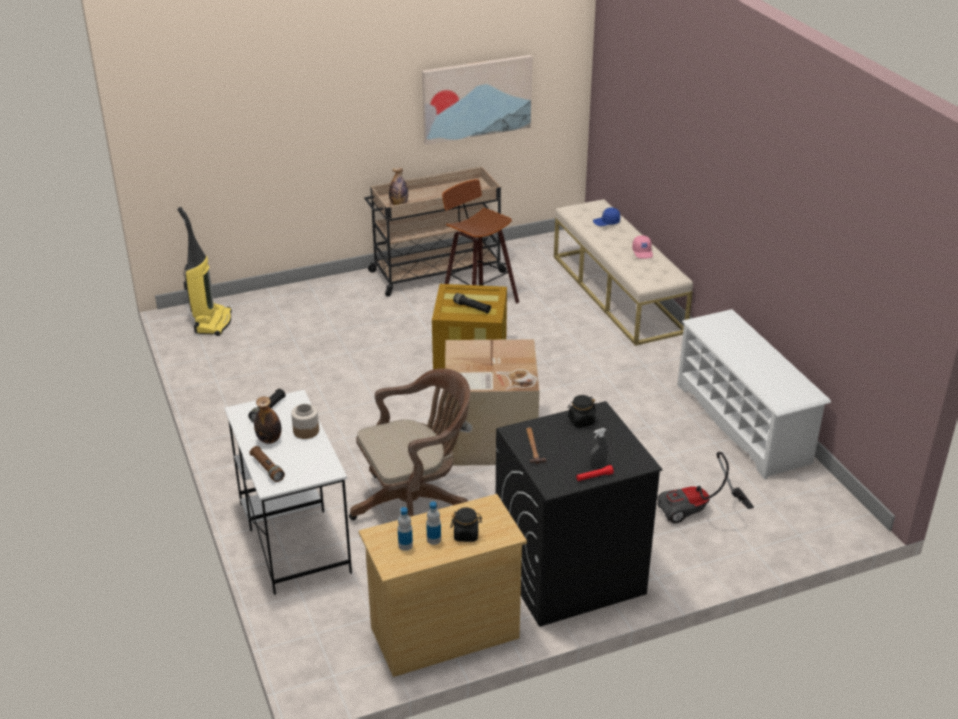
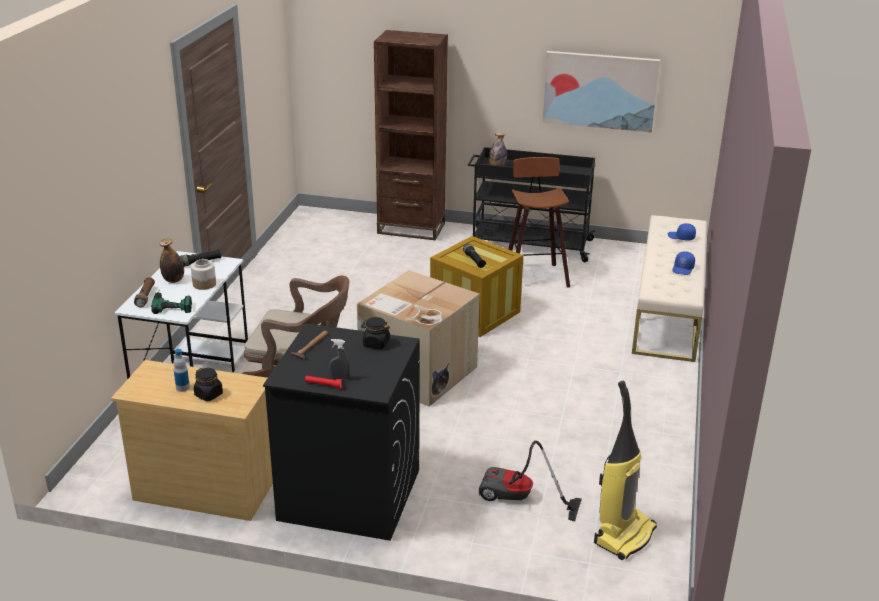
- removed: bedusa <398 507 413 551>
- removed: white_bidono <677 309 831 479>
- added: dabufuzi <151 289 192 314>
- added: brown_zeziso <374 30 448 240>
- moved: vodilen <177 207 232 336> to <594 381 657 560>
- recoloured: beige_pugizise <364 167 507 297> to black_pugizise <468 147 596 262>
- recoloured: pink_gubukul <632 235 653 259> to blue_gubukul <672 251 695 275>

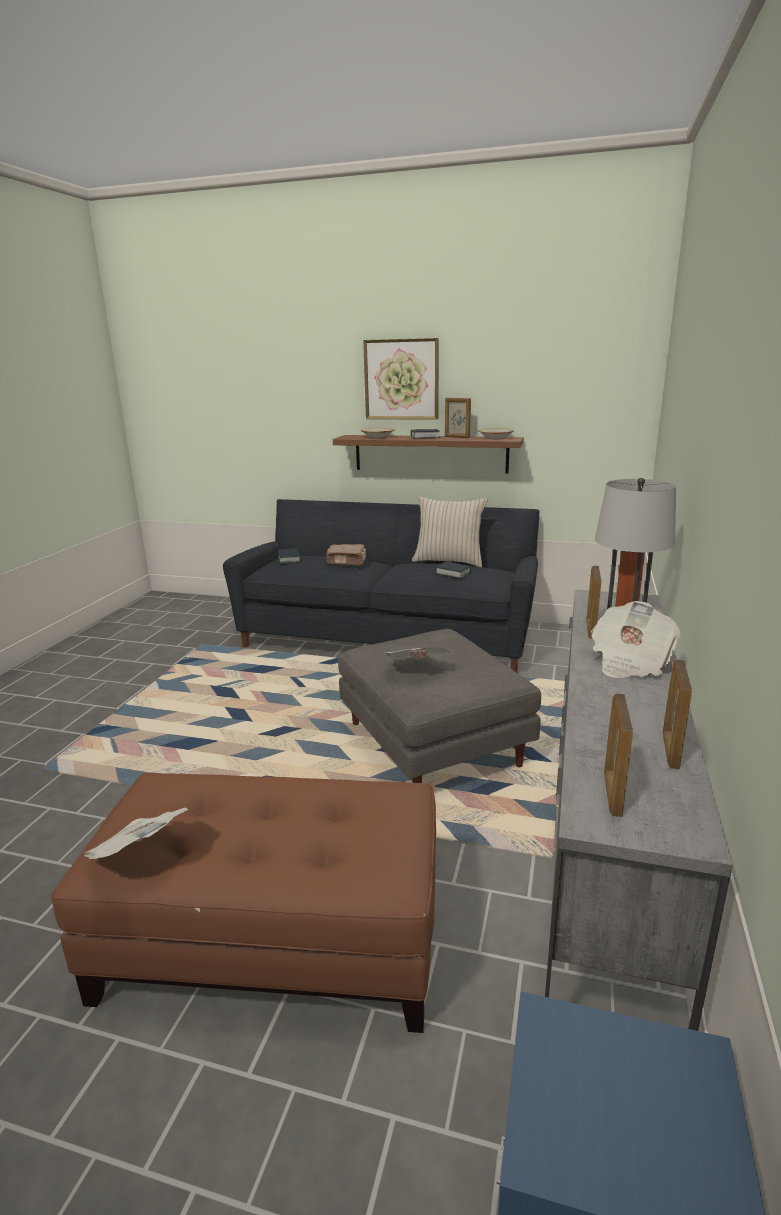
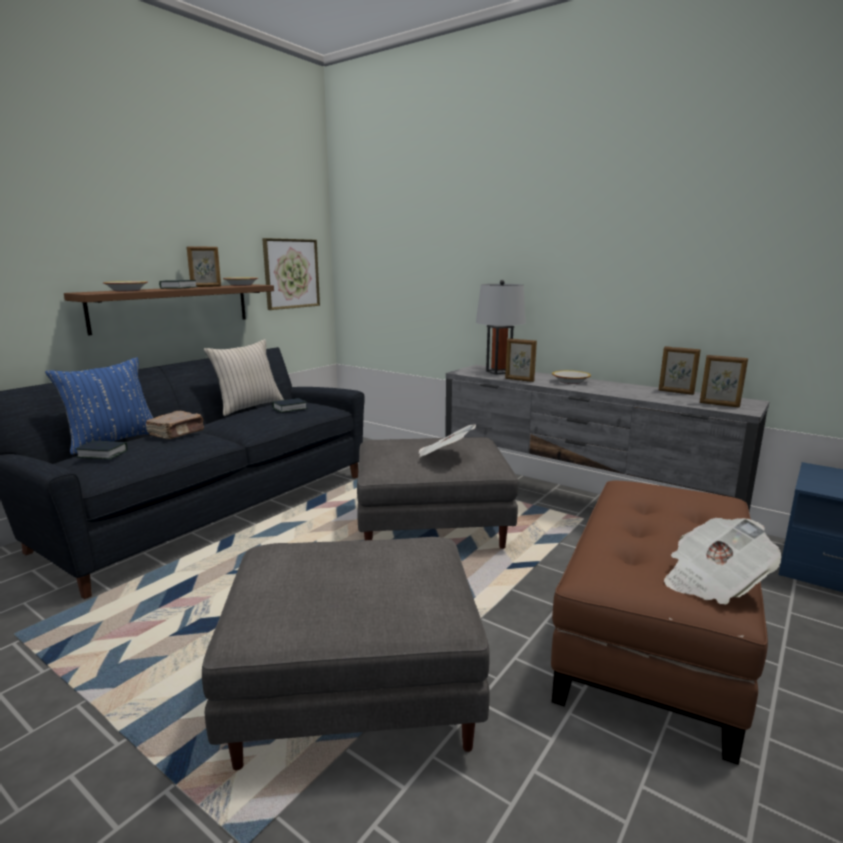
- added: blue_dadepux <45 357 154 455>
- added: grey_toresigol <202 537 490 770>
- moved: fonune <363 338 439 420> to <262 238 320 310>
- replaced: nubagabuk <591 601 681 678> to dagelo <552 370 591 384>

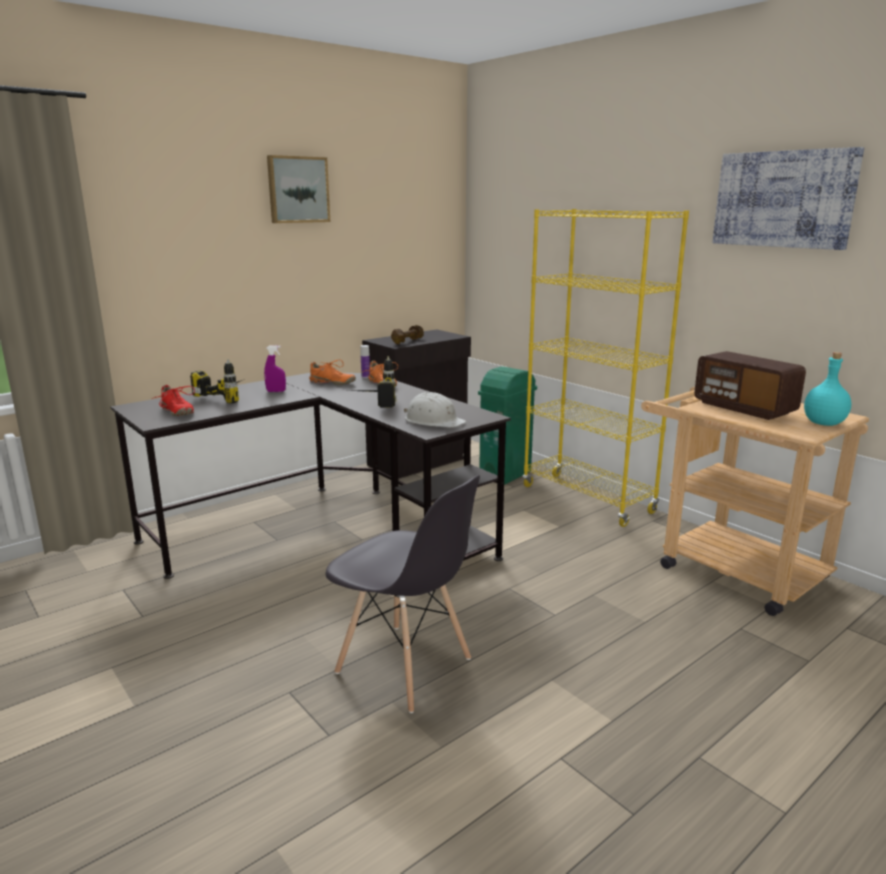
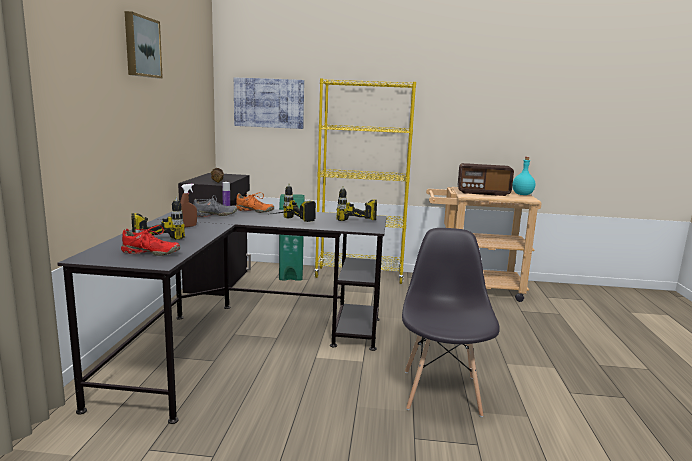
- moved: fonune <712 147 864 250> to <234 77 304 129>
- replaced: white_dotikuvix <404 392 466 428> to dabufuzi <336 186 377 221>
- recoloured: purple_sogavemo <264 345 286 392> to brown_sogavemo <180 184 197 228>
- recoloured: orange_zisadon <309 359 356 385> to grey_zisadon <193 195 237 217>
- turned: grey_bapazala <325 475 480 713> = <402 228 500 417> 75 degrees counterclockwise

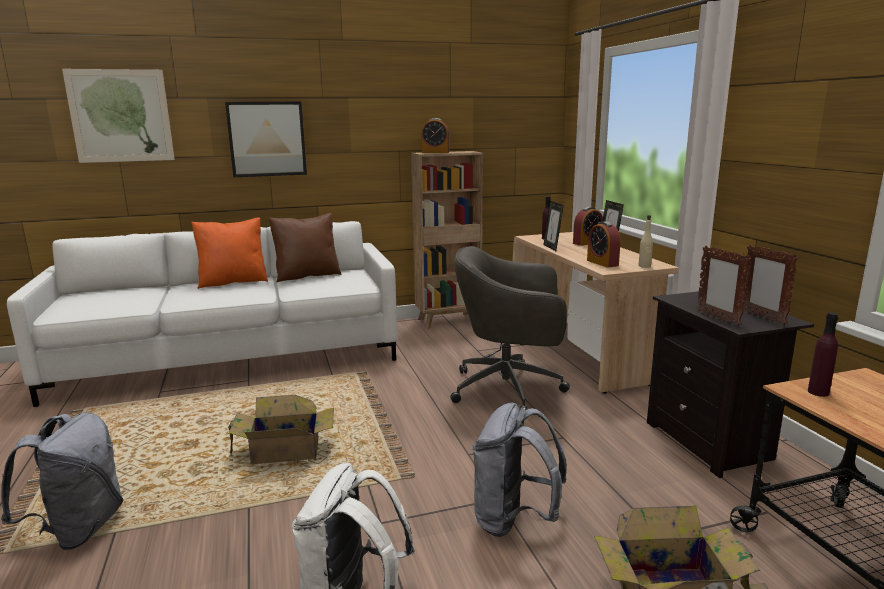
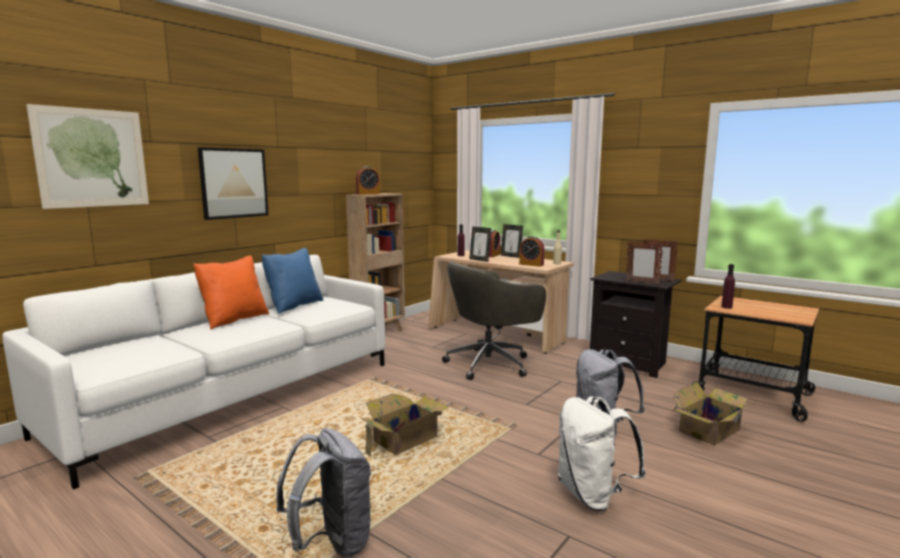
- recoloured: brown_dadepux <269 213 342 282> to blue_dadepux <262 248 323 314>

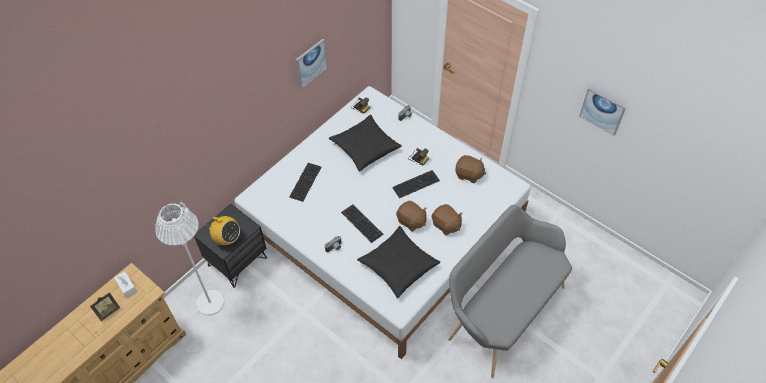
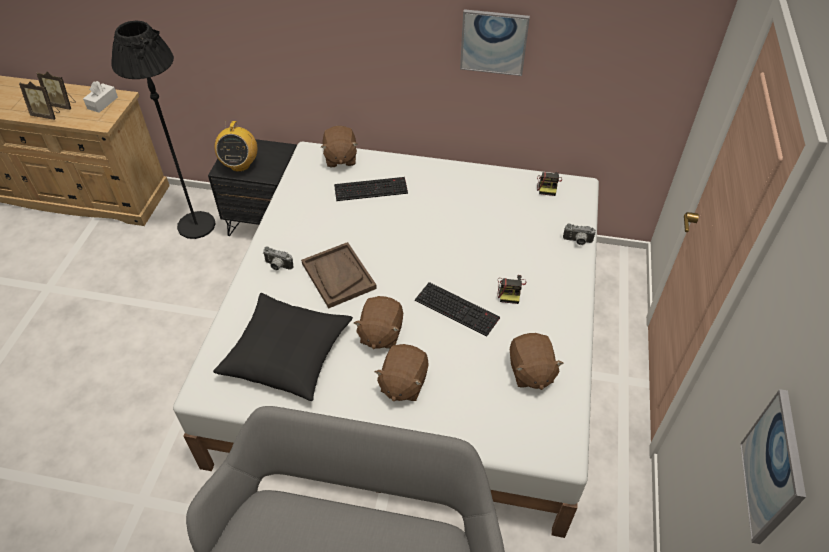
- removed: black_dadepux <329 115 401 171>
- added: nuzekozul <19 82 60 120>
- added: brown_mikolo <321 126 358 167>
- replaced: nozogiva <341 204 384 243> to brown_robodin <301 242 377 308>
- recoloured: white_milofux <155 201 224 315> to black_milofux <111 20 215 239>

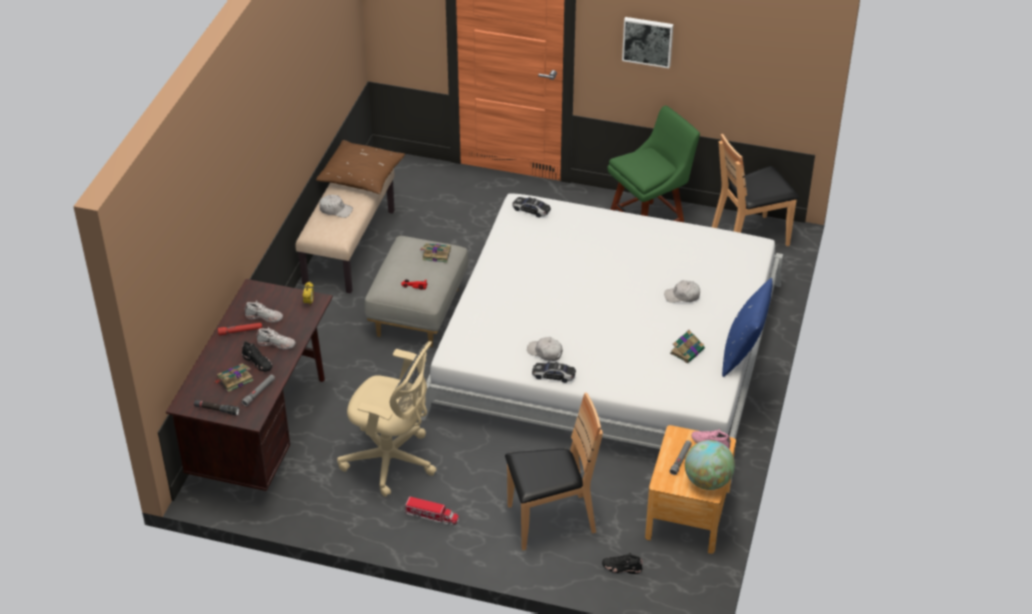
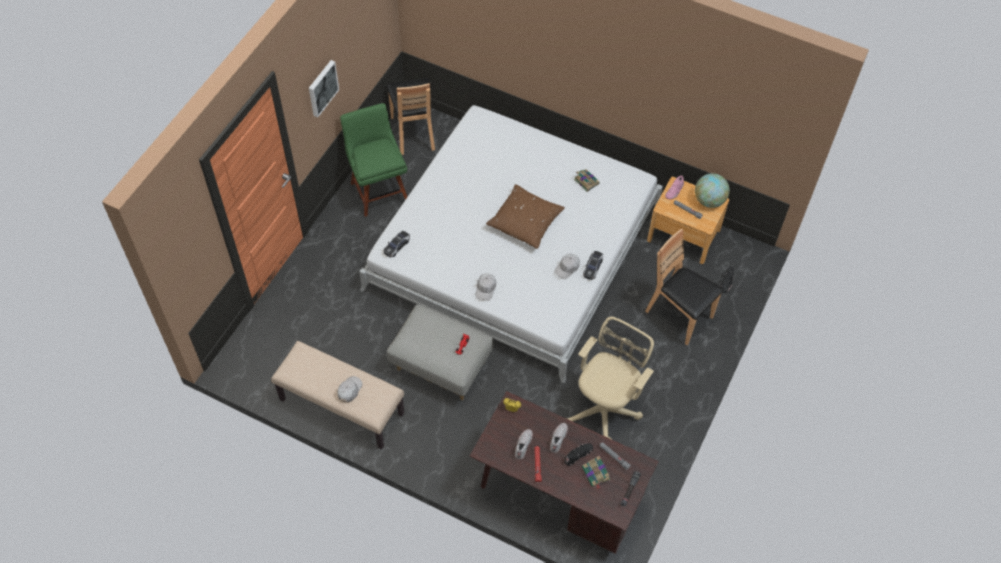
- removed: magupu <404 496 459 526>
- removed: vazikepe <420 243 451 263>
- removed: blue_dadepux <722 278 772 377>
- moved: brown_dadepux <316 140 405 194> to <486 184 565 249>
- moved: white_gubukul <664 280 700 303> to <476 273 496 301>
- turned: brown_bapazala <505 393 603 550> = <645 229 724 345> 45 degrees counterclockwise

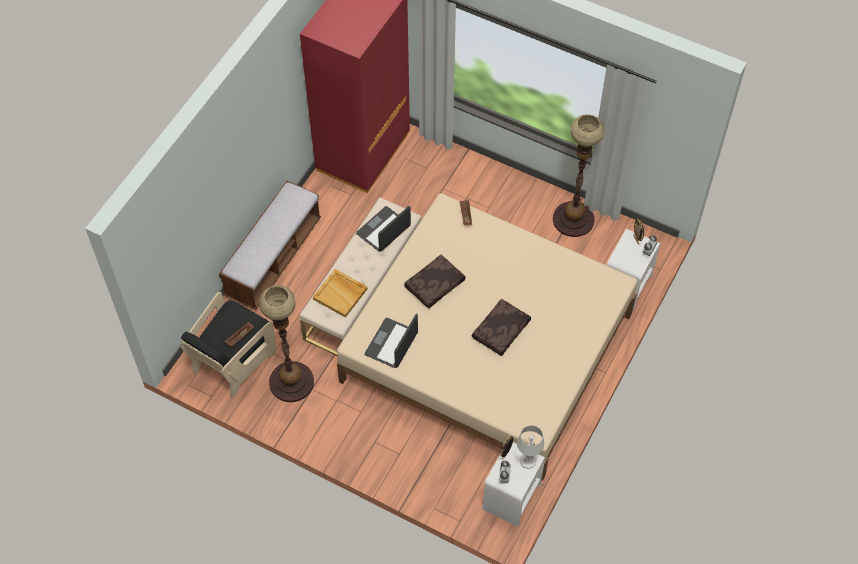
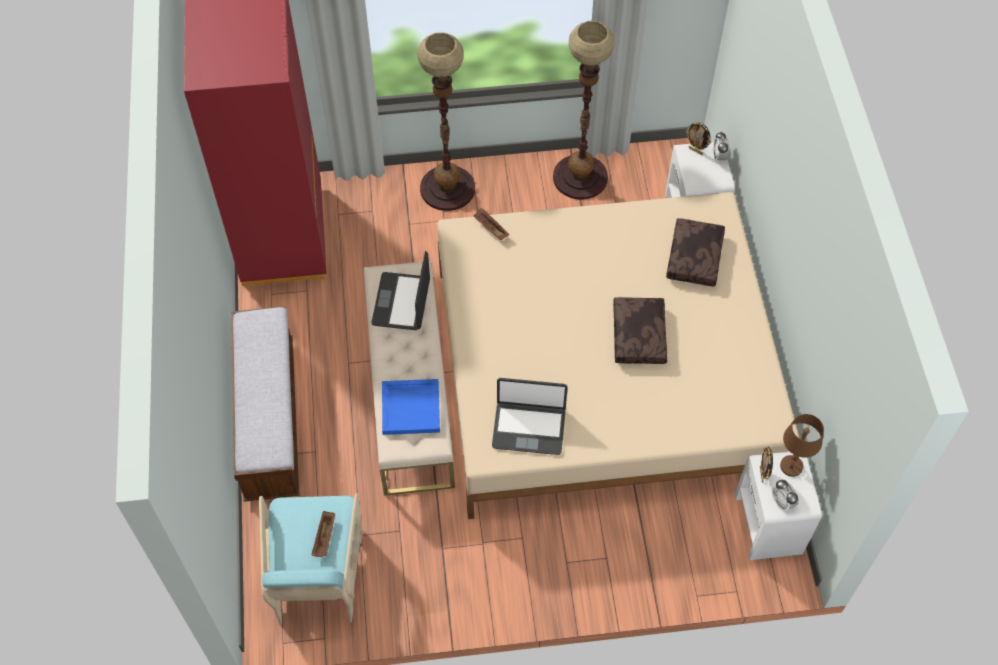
- moved: milofux <259 285 314 402> to <417 32 475 211>
- moved: brown_dadepux <404 255 466 309> to <666 218 725 287>
- recoloured: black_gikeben <181 292 276 397> to turquoise_gikeben <259 493 363 625>
- recoloured: beige_robodin <313 269 367 318> to blue_robodin <382 379 440 435>
- recoloured: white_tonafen <517 425 544 469> to brown_tonafen <780 414 824 477>
- turned: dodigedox <365 314 418 368> = <492 378 568 455> 75 degrees counterclockwise

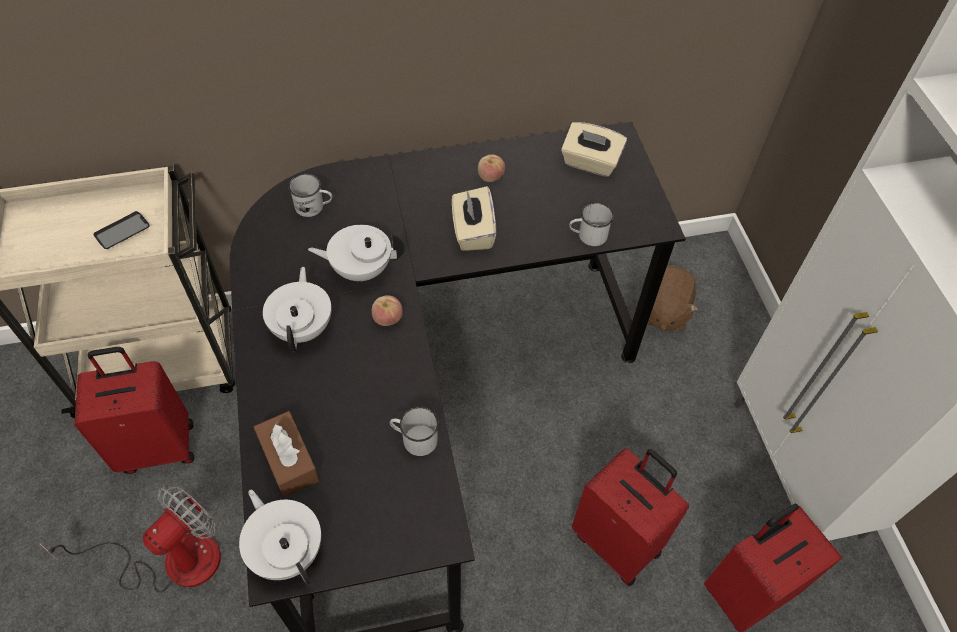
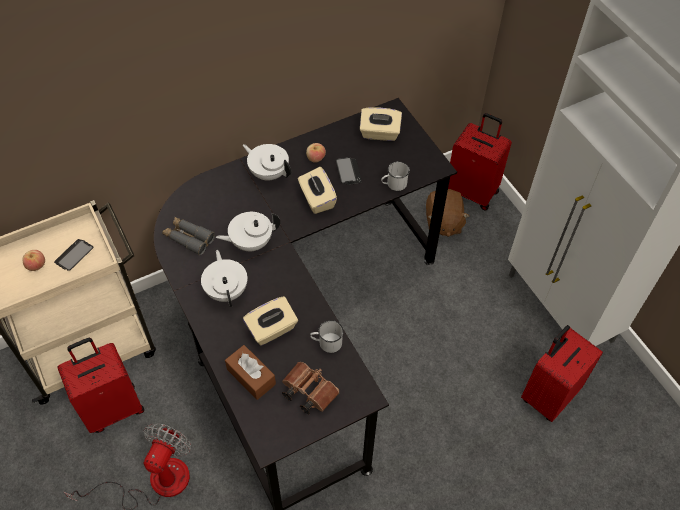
- removed: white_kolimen <288 174 332 217>
- added: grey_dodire <162 217 215 255>
- added: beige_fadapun <243 296 298 346>
- added: brown_dodire <282 362 339 414>
- added: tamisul <336 157 362 185>
- moved: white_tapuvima <239 490 321 585> to <243 144 291 181>
- moved: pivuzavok <372 295 403 326> to <22 250 45 271>
- moved: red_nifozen <572 448 689 586> to <448 113 512 210>

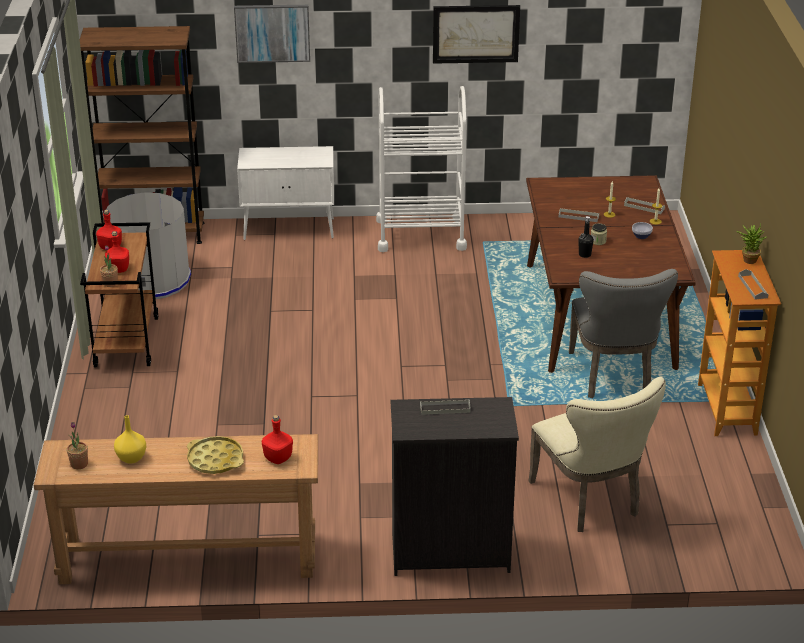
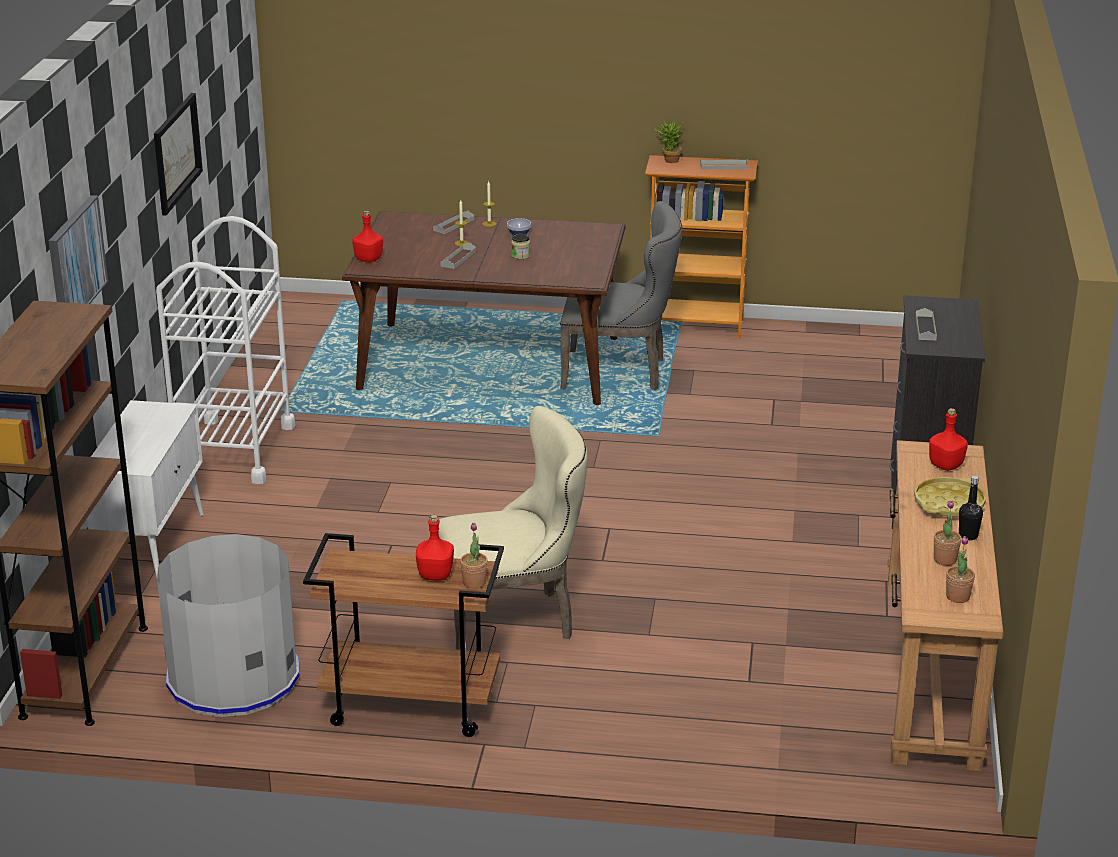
- moved: red_bedusa <96 210 122 250> to <352 211 383 262>
- moved: beige_bapazala <529 377 666 532> to <438 406 588 650>
- moved: black_bedusa <578 216 594 258> to <959 476 983 540>
- replaced: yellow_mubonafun <114 415 146 464> to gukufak <934 500 962 566>

